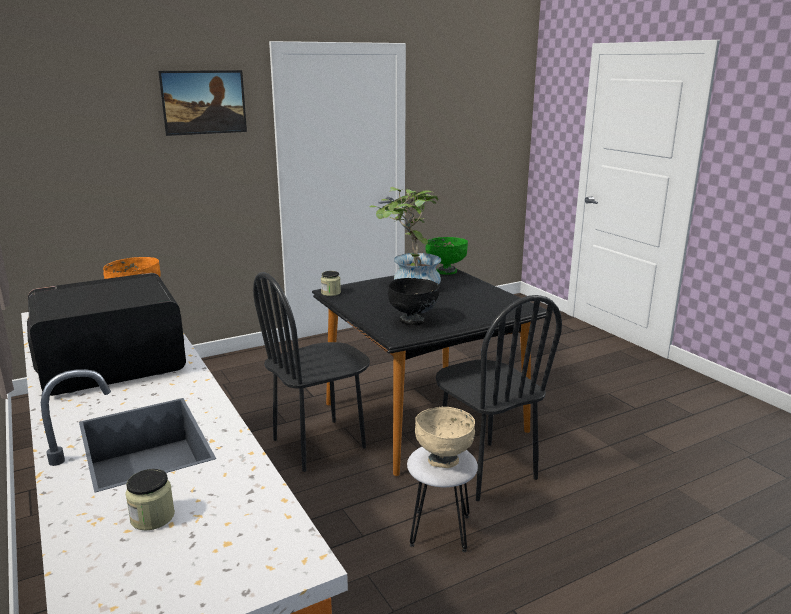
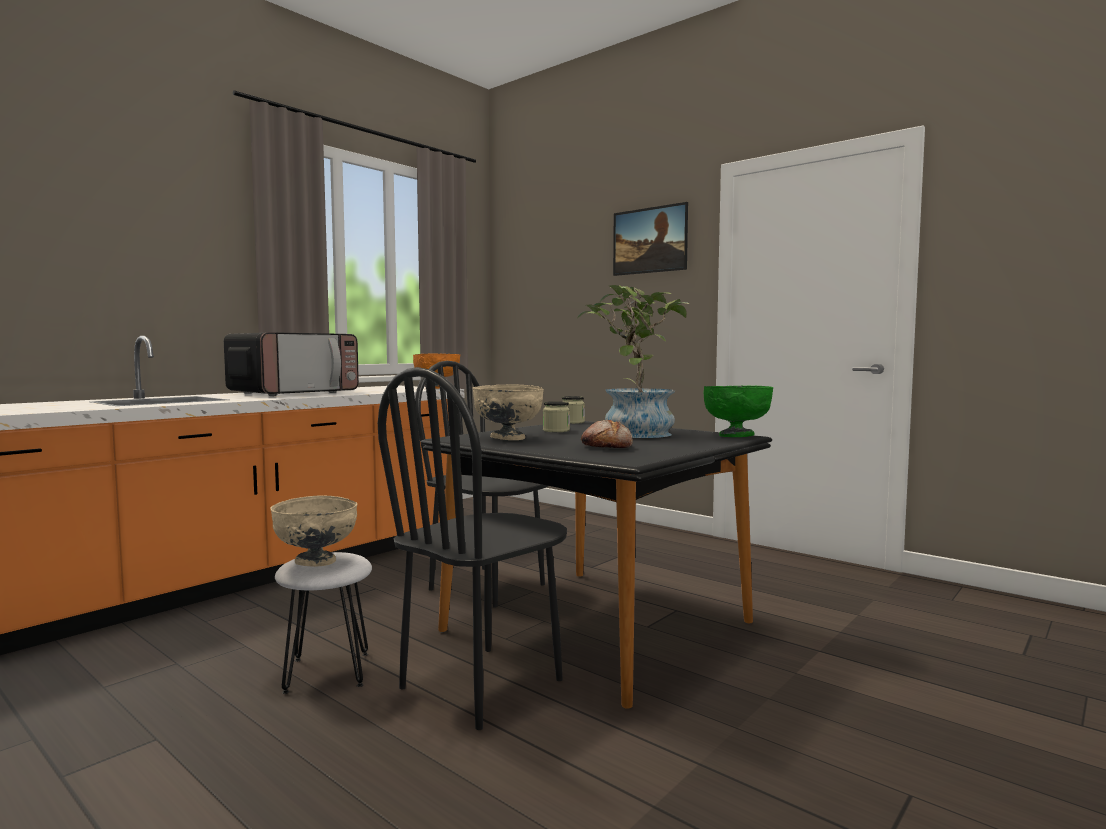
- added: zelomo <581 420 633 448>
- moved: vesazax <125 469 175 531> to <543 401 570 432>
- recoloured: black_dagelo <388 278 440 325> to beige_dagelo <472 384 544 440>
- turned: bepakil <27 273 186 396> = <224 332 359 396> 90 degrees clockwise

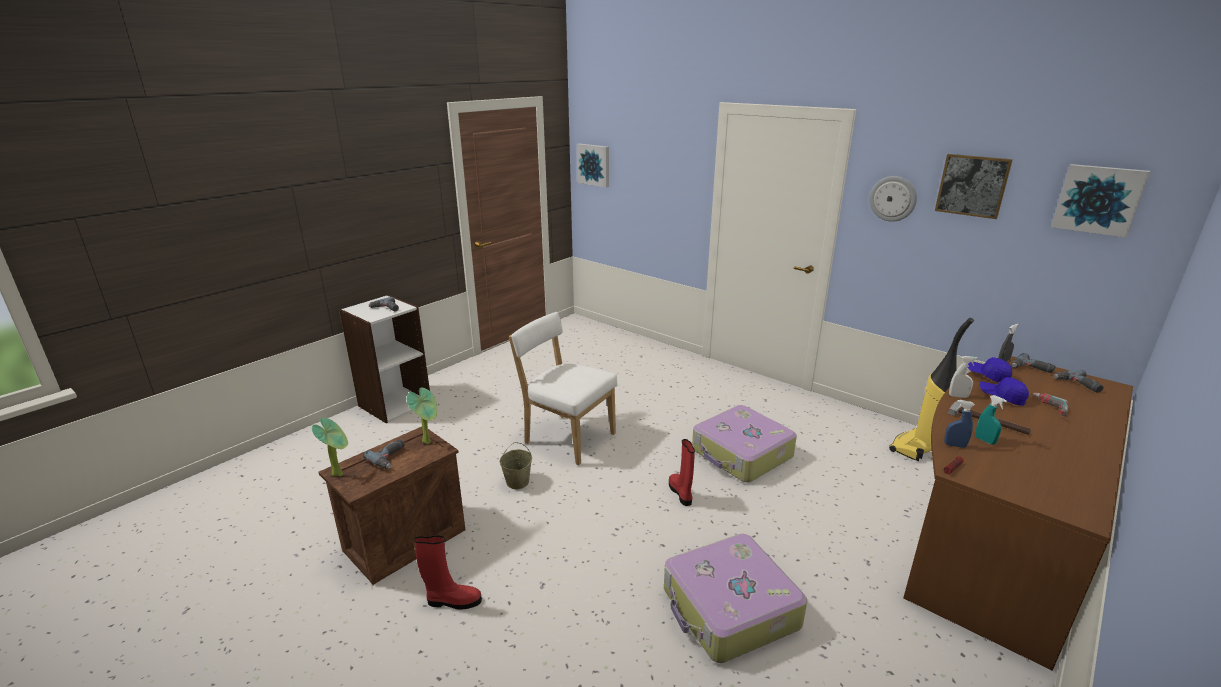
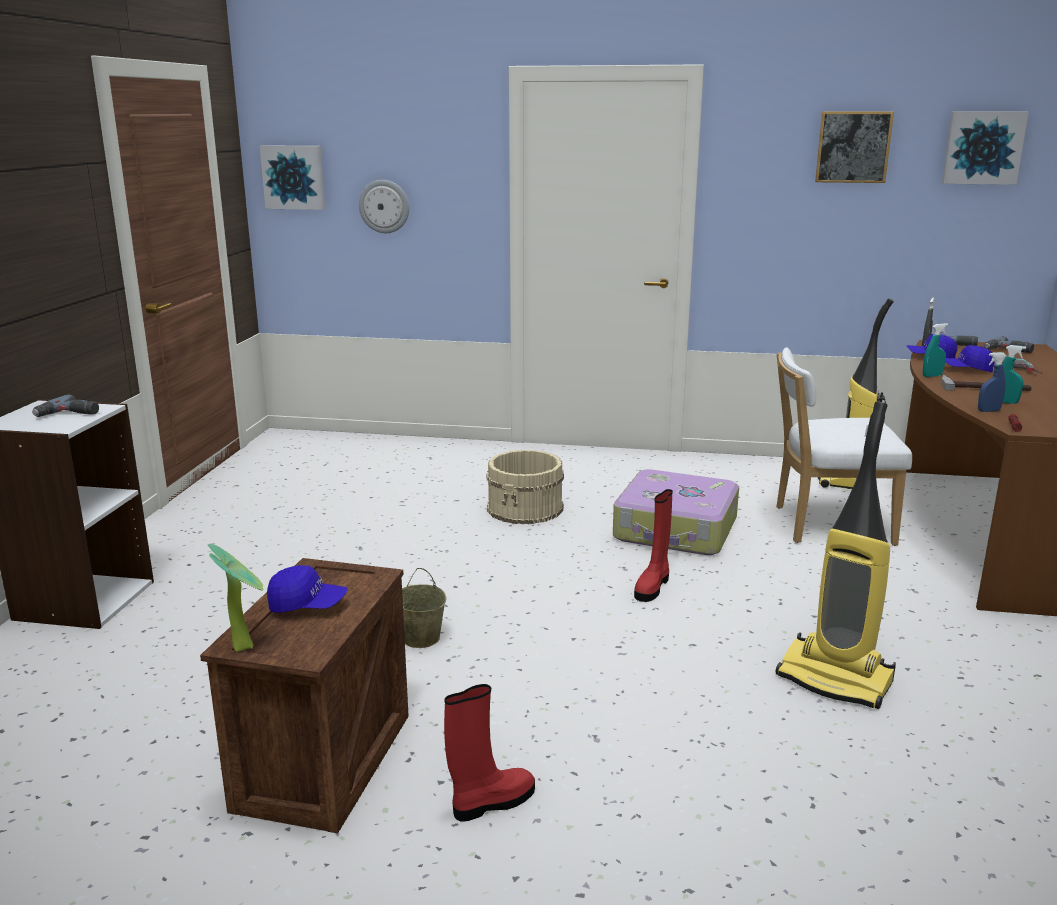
- removed: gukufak <406 388 438 444>
- added: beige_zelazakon <486 450 564 524>
- moved: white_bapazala <509 312 617 465> to <776 347 912 546>
- moved: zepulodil <869 176 917 222> to <359 180 409 233>
- replaced: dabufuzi <363 439 405 469> to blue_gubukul <267 565 348 613>
- replaced: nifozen <664 534 807 663> to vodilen <776 402 896 709>
- recoloured: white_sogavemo <949 356 977 398> to turquoise_sogavemo <923 323 948 377>
- turned: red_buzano <669 439 695 506> = <634 489 673 602> 105 degrees counterclockwise

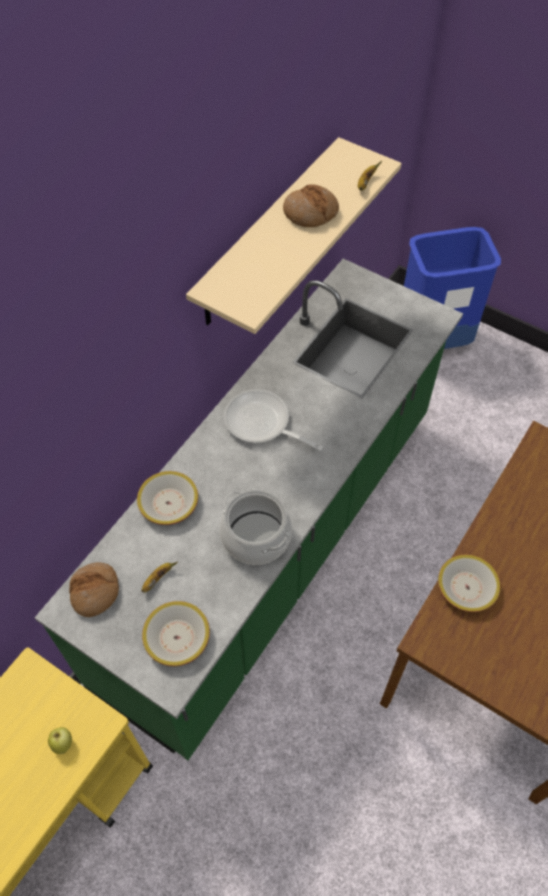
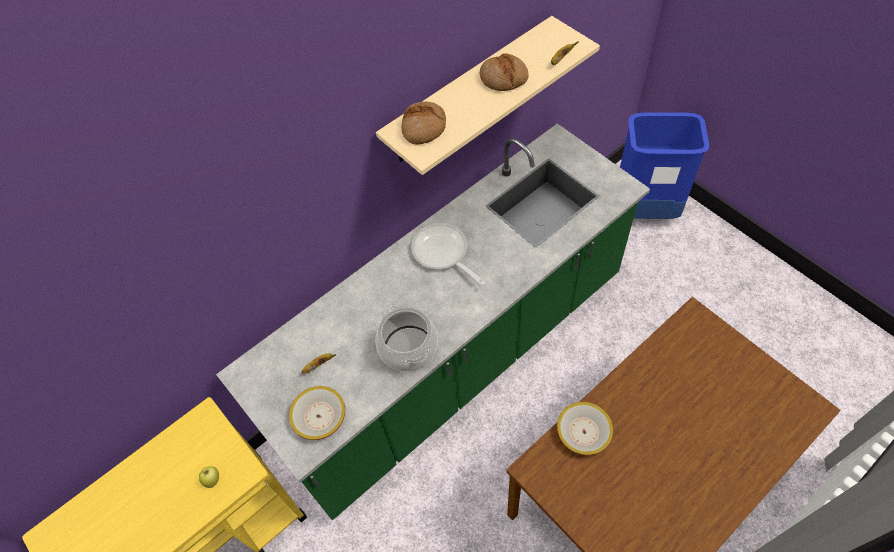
- removed: dagelo <137 471 198 525>
- moved: zelomo <69 562 119 617> to <401 102 446 144>

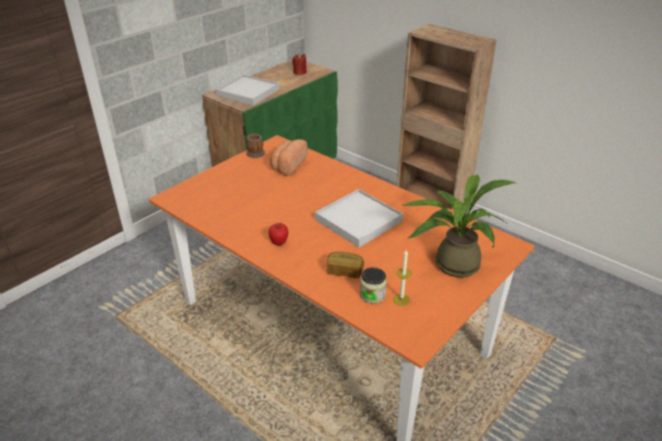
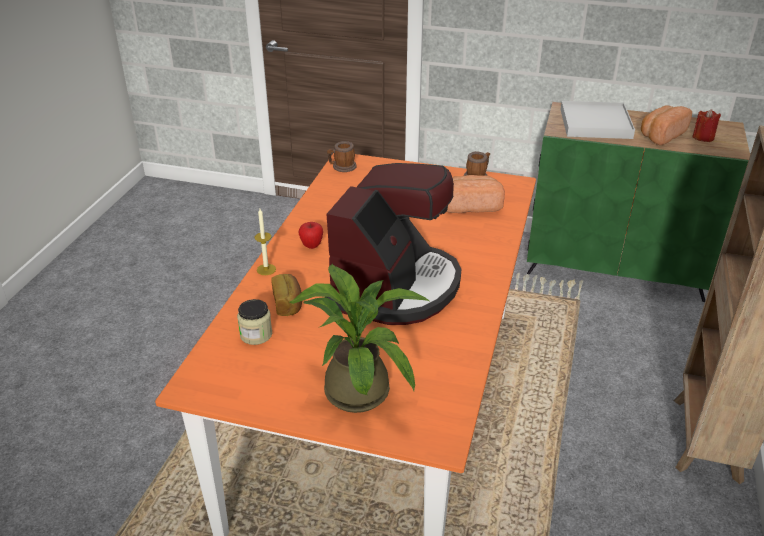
- added: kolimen <327 141 357 172>
- added: zelomo <641 105 692 145>
- moved: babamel <393 250 412 306> to <254 209 276 275>
- replaced: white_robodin <315 189 403 247> to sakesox <326 163 461 325>

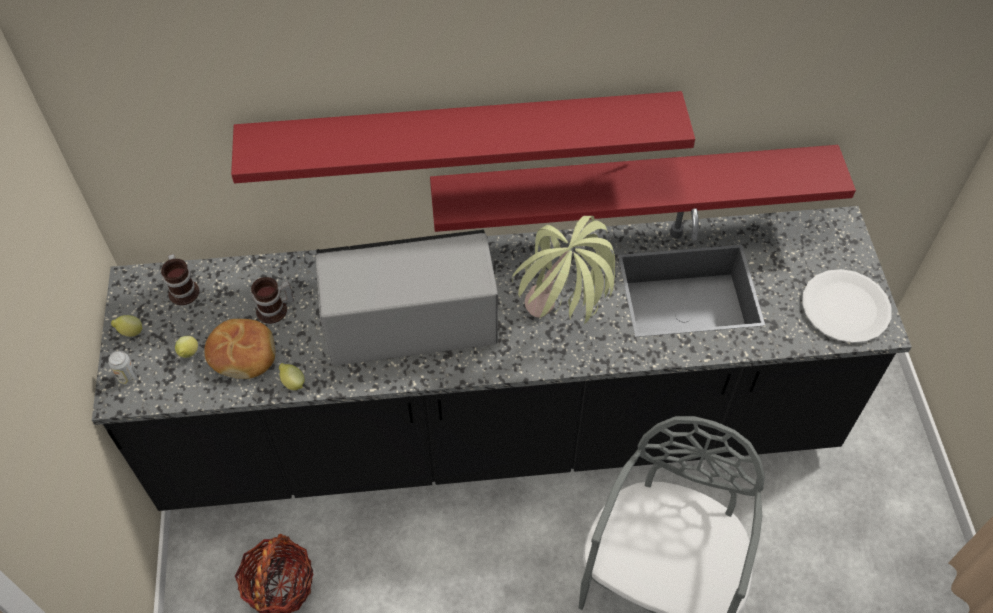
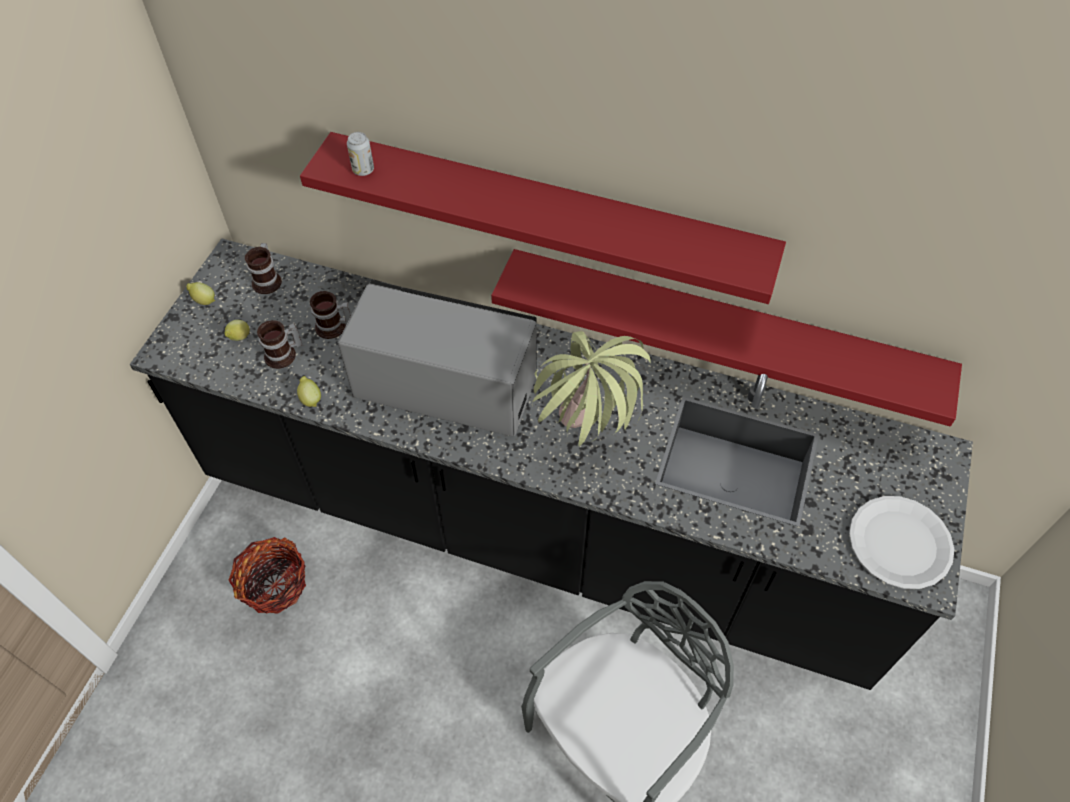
- moved: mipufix <108 351 137 384> to <347 132 374 176>
- replaced: zelomo <204 319 275 379> to kolimen <257 320 302 369>

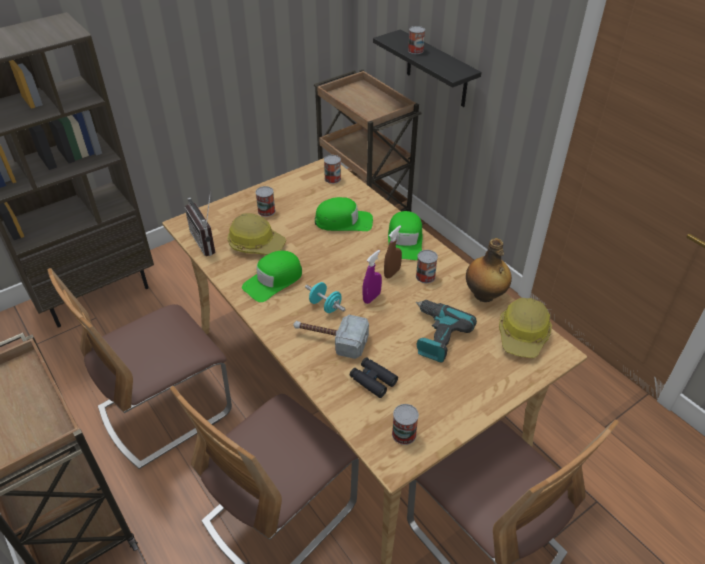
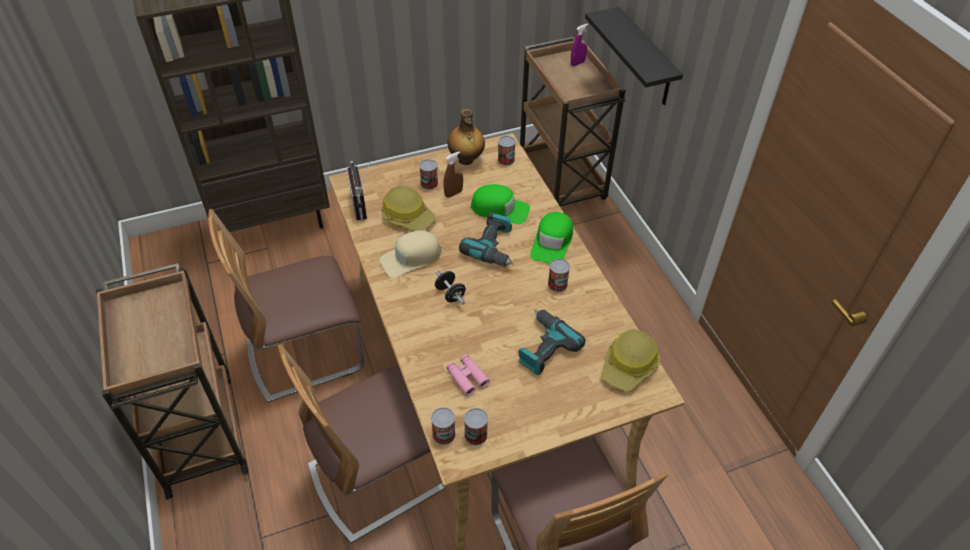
- removed: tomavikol <294 315 369 359>
- added: dabufuzi <459 212 514 267>
- moved: purple_sogavemo <363 250 382 304> to <571 24 588 66>
- moved: brown_sogavemo <384 226 402 278> to <443 151 463 198>
- moved: mipufix <408 26 425 54> to <431 407 456 445>
- moved: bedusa <466 238 512 302> to <447 109 485 165>
- recoloured: green_gubukul <242 251 302 302> to beige_gubukul <380 230 442 278>
- recoloured: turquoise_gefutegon <305 282 346 313> to black_gefutegon <435 270 466 304>
- recoloured: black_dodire <350 357 398 398> to pink_dodire <446 354 490 396>

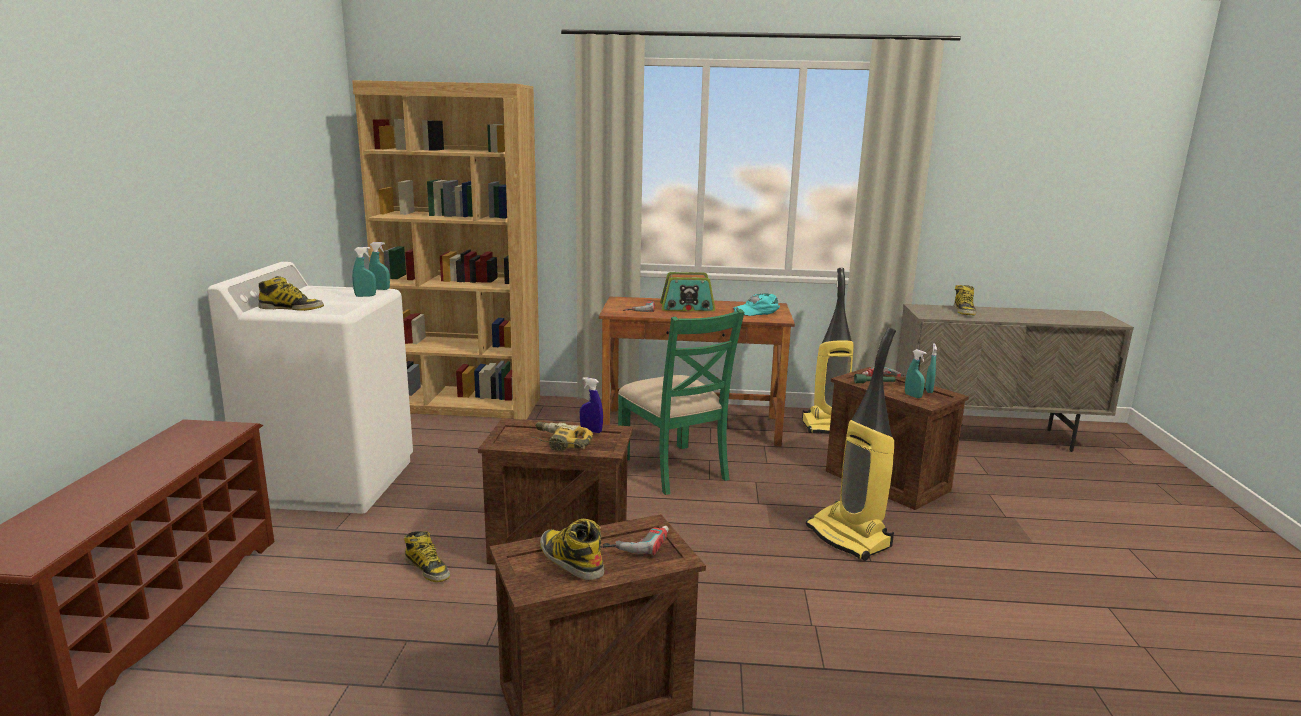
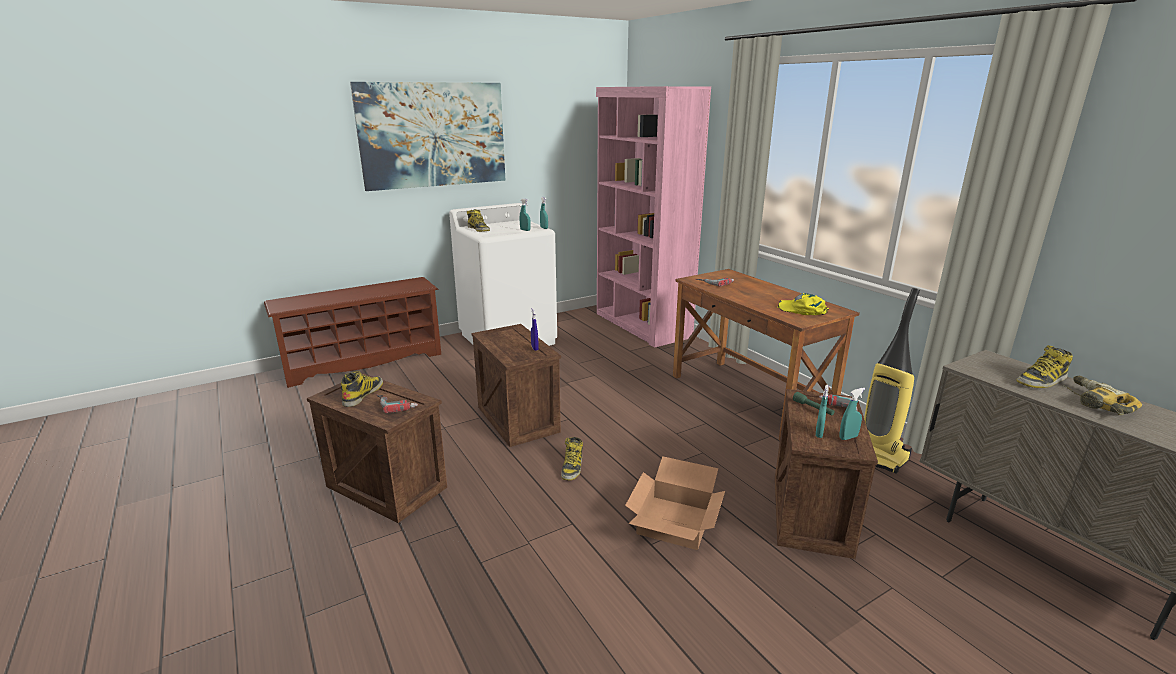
- removed: green_bapazala <618 309 744 495>
- removed: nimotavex <660 272 715 311>
- added: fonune <350 82 506 191>
- moved: buzano <404 531 450 582> to <561 437 583 481>
- moved: dabufuzi <531 422 593 451> to <1062 376 1142 415>
- replaced: vodilen <806 327 896 561> to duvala <625 456 725 550>
- recoloured: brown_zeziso <352 80 540 420> to pink_zeziso <596 86 711 348>
- recoloured: turquoise_gubukul <734 293 780 316> to yellow_gubukul <777 293 829 315>

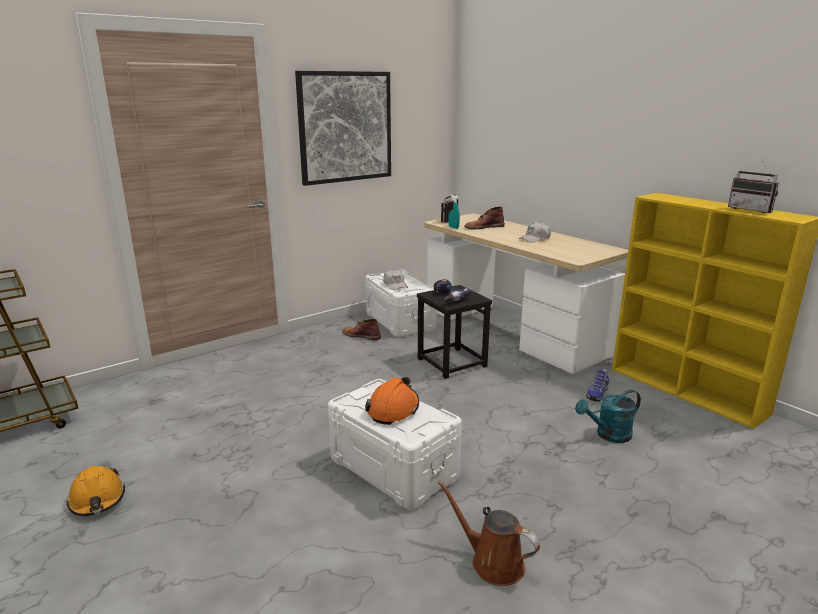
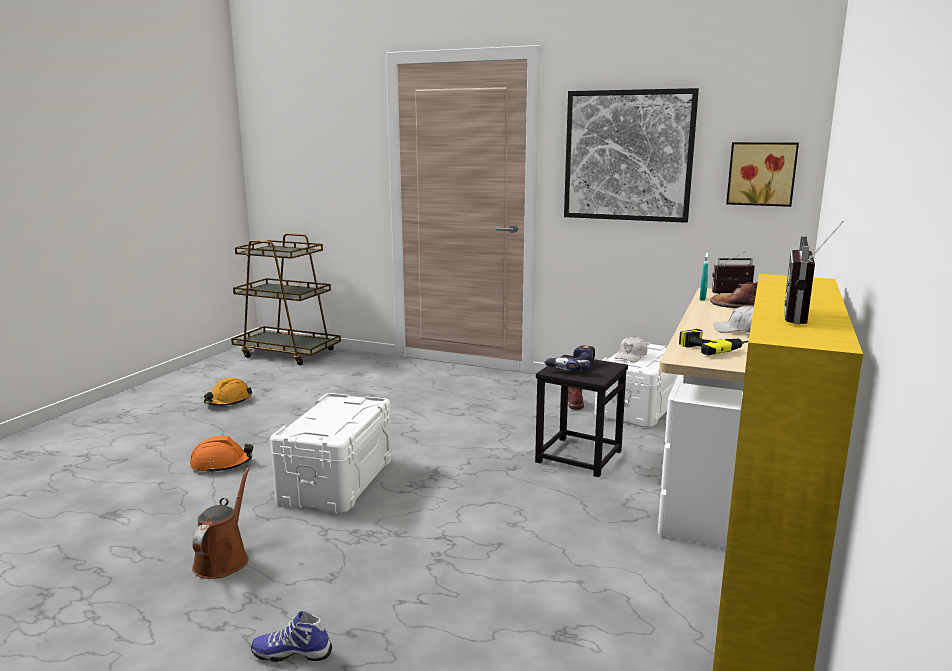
- removed: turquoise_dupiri <575 390 641 443>
- added: dabufuzi <679 329 749 356>
- added: fonune <726 142 799 207>
- moved: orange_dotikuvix <365 377 419 425> to <190 436 253 474>
- moved: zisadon <586 369 609 402> to <251 611 332 662>

